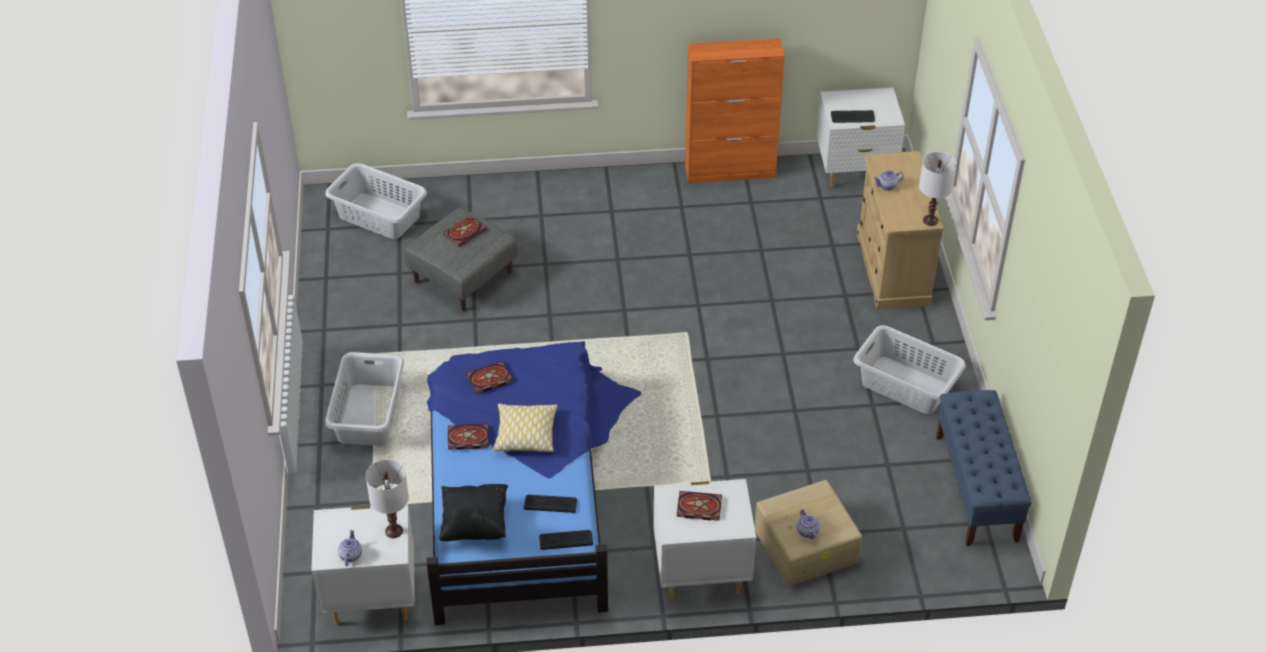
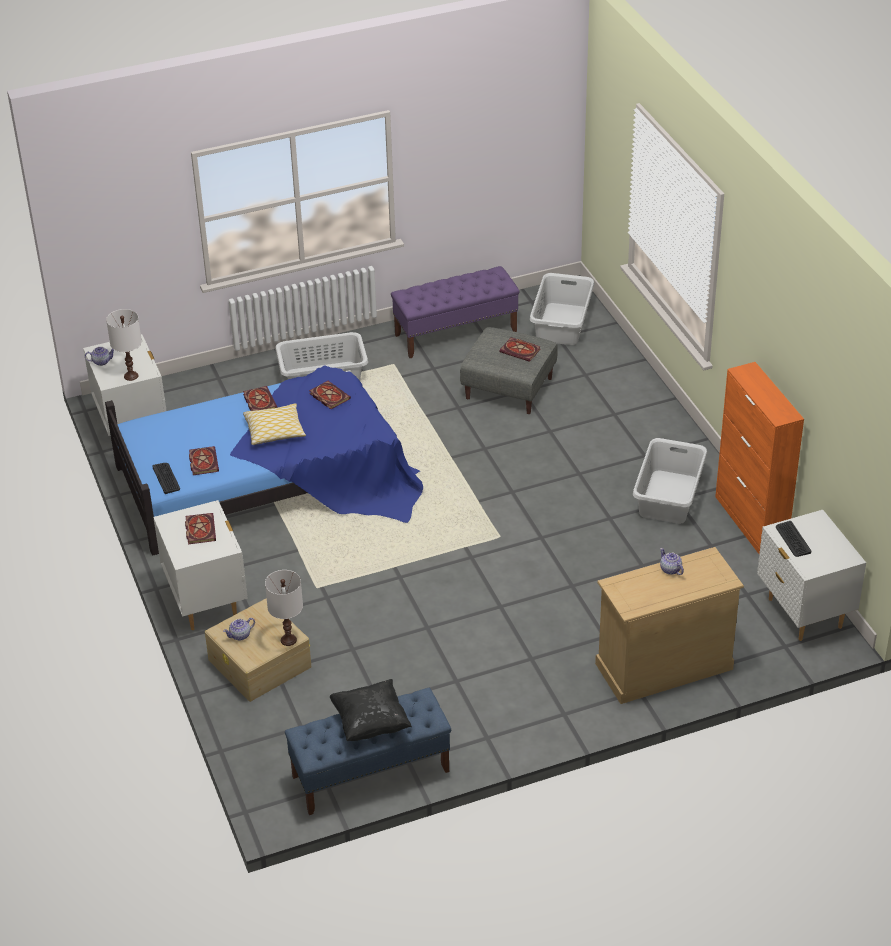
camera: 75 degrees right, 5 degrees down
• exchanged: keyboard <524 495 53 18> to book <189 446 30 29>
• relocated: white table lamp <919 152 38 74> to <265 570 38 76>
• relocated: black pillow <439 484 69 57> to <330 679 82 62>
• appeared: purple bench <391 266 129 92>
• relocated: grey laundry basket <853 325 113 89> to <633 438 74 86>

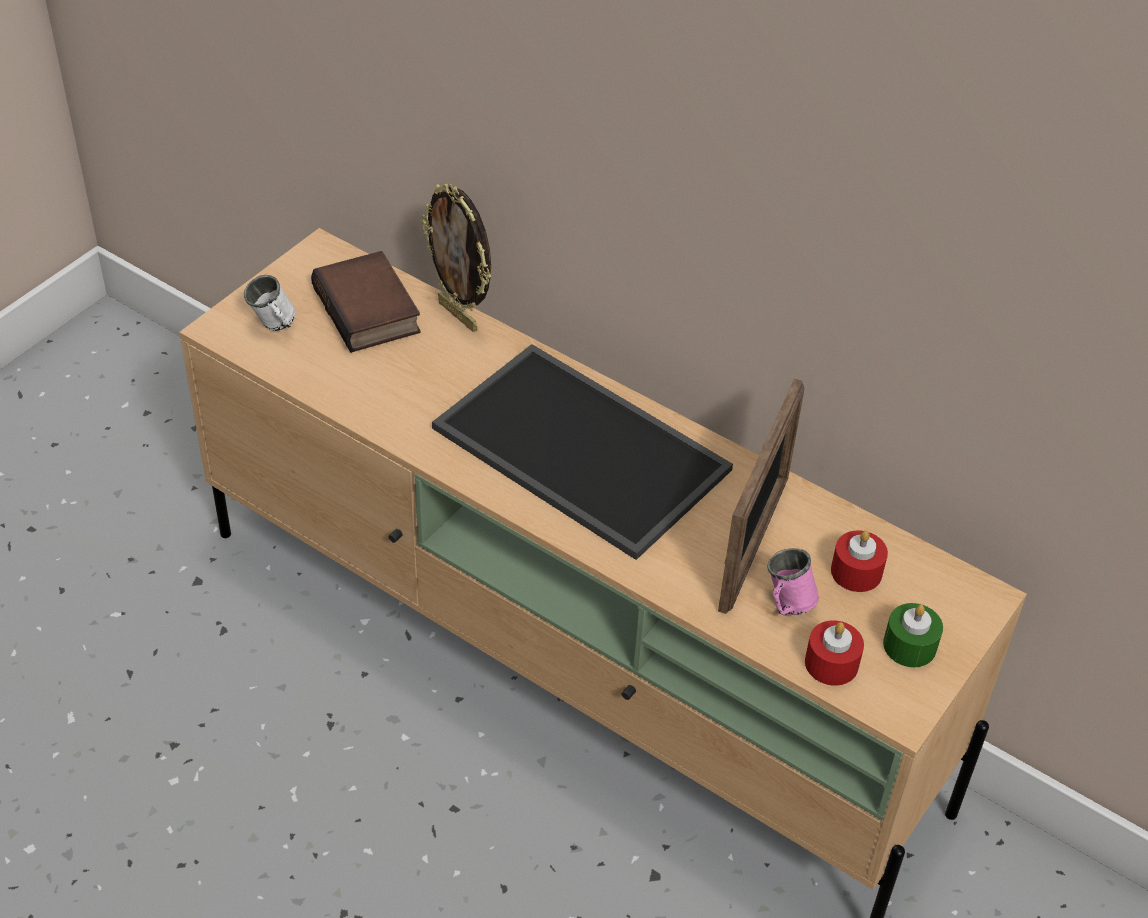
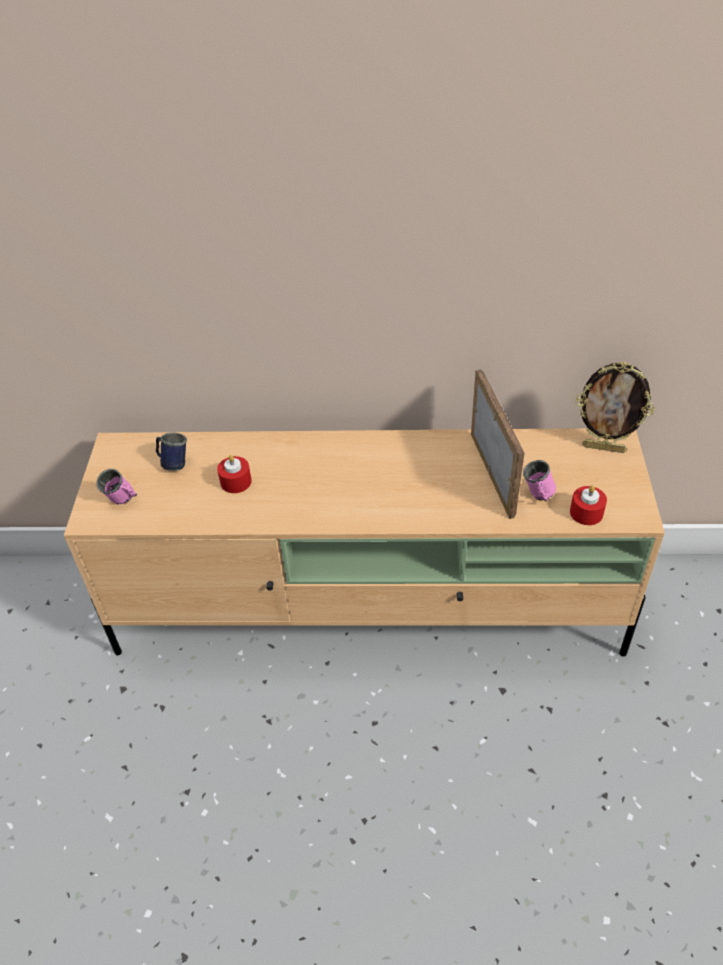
camera: 30 degrees left, 0 degrees up
• colour: white mug <244 275 51 56> to pink mug <96 469 41 36>
• exchanged: book <311 251 110 102> to blue mug <156 432 31 39>
• relocated: red candle <831 530 57 62> to <217 455 35 38>
• relocated: picture frame <421 184 70 148> to <575 362 80 91>
• missing: tray <432 344 301 216>
• missing: green candle <883 603 60 64>

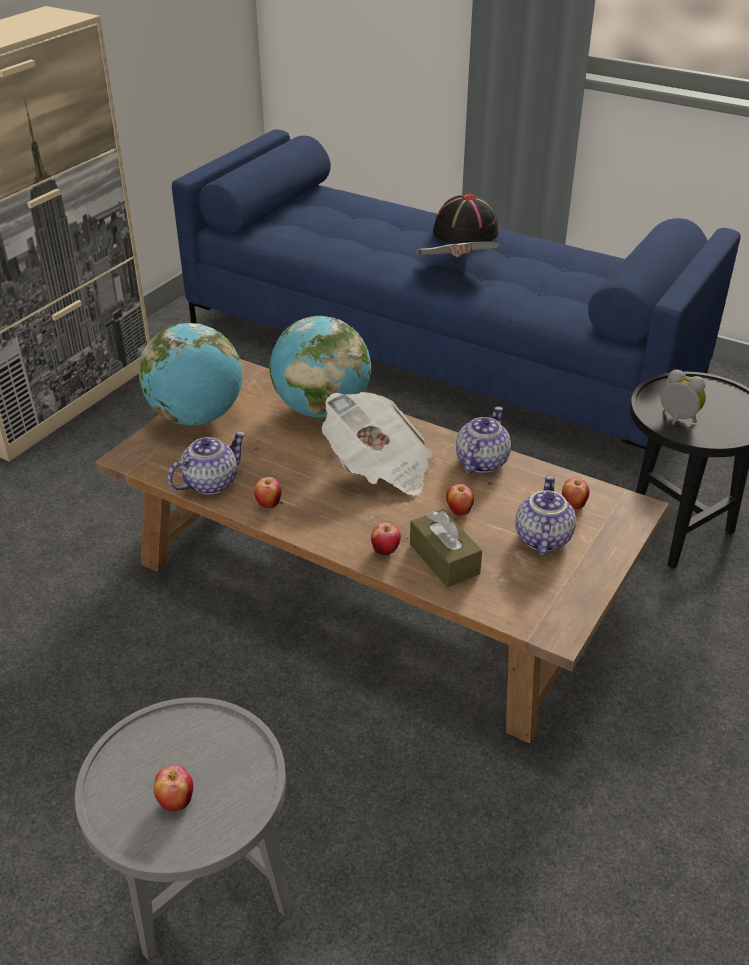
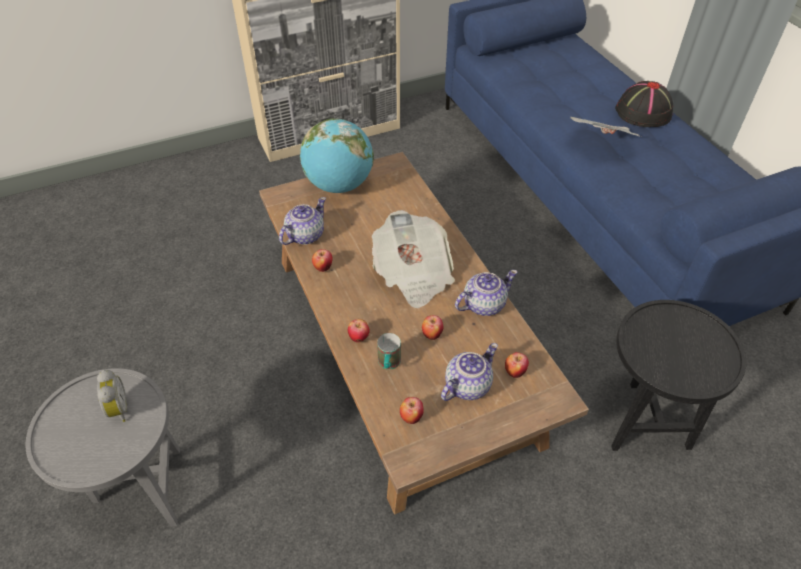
camera: 35 degrees right, 10 degrees up
• relocated: alarm clock <660 369 46 56> to <97 370 30 52>
• spun: teapot <168 431 78 63> = <279 197 47 48> 45 degrees counterclockwise
• exchanged: brown tissue box <410 509 72 78> to mug <377 333 24 37>
• relocated: apple <154 765 39 46> to <400 397 24 27>
• missing: globe <270 316 102 102>

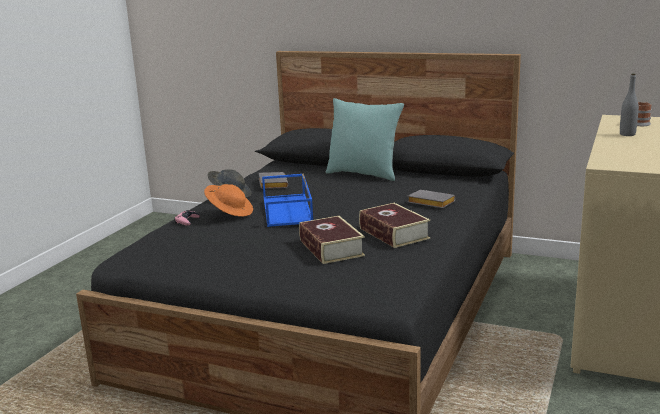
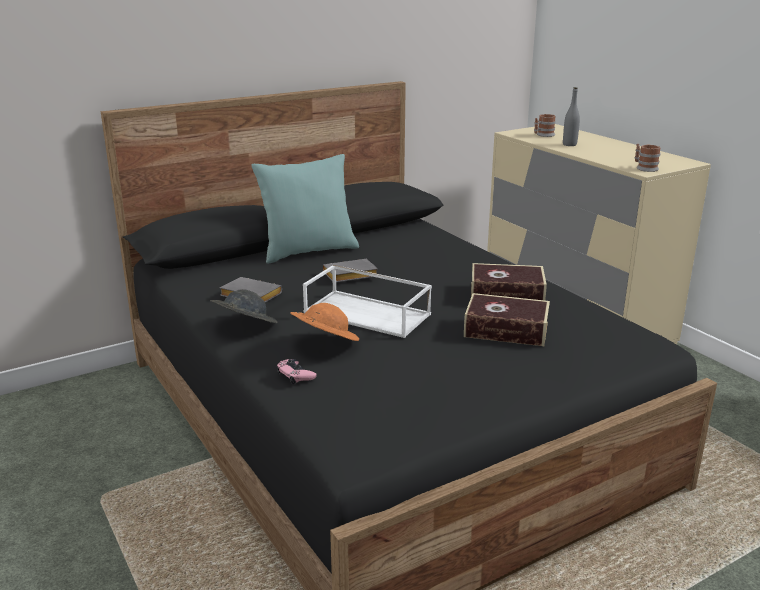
camera: 55 degrees left, 5 degrees up
• colour: blue tray <262 174 51 53> to white tray <303 265 129 73>
• relocated: grey book <408 190 48 18> to <323 259 55 23>
• appeared: mug <634 144 27 28>

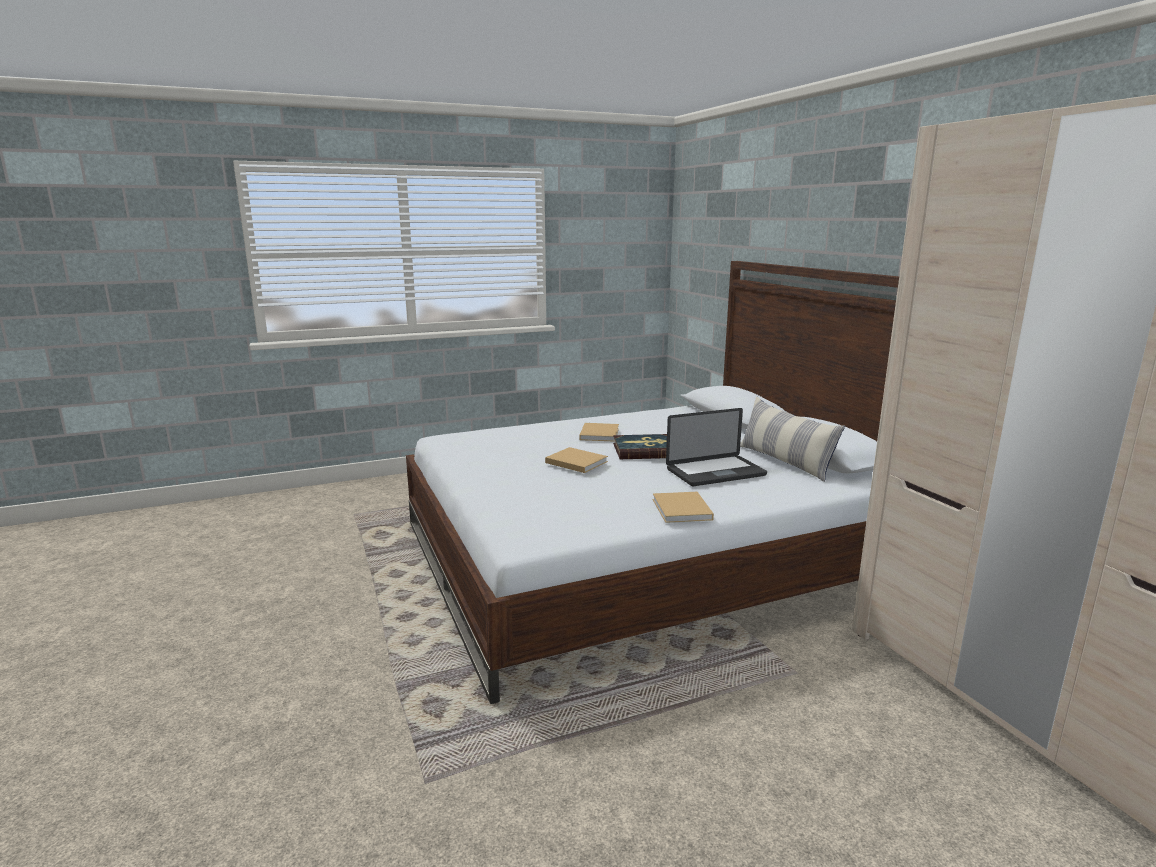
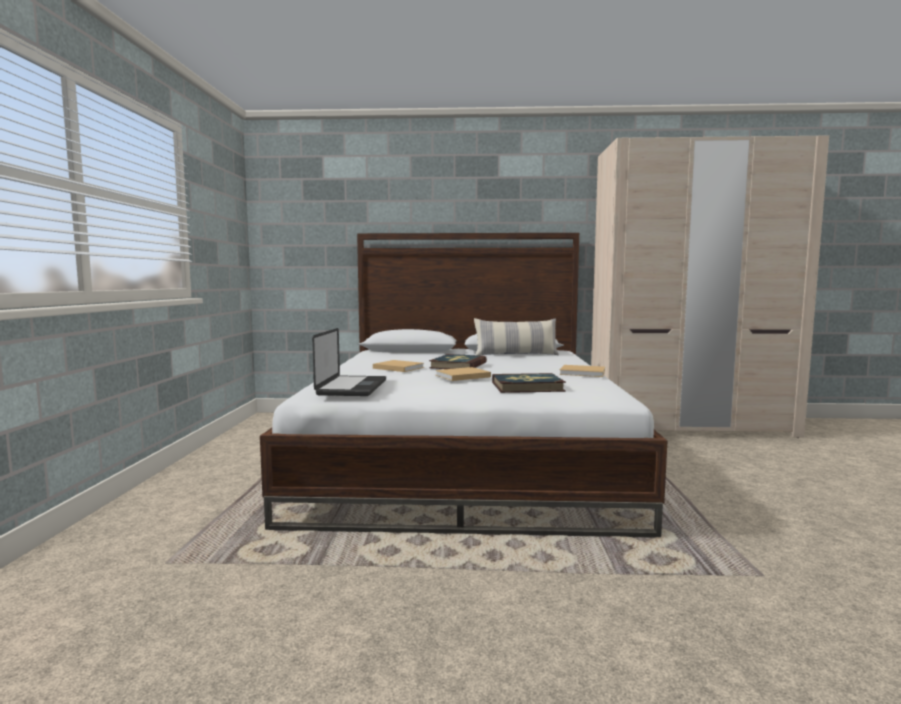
camera: 65 degrees left, 10 degrees down
• relocated: laptop <666 408 101 78> to <312 328 74 68>
• appeared: book <492 373 74 20>

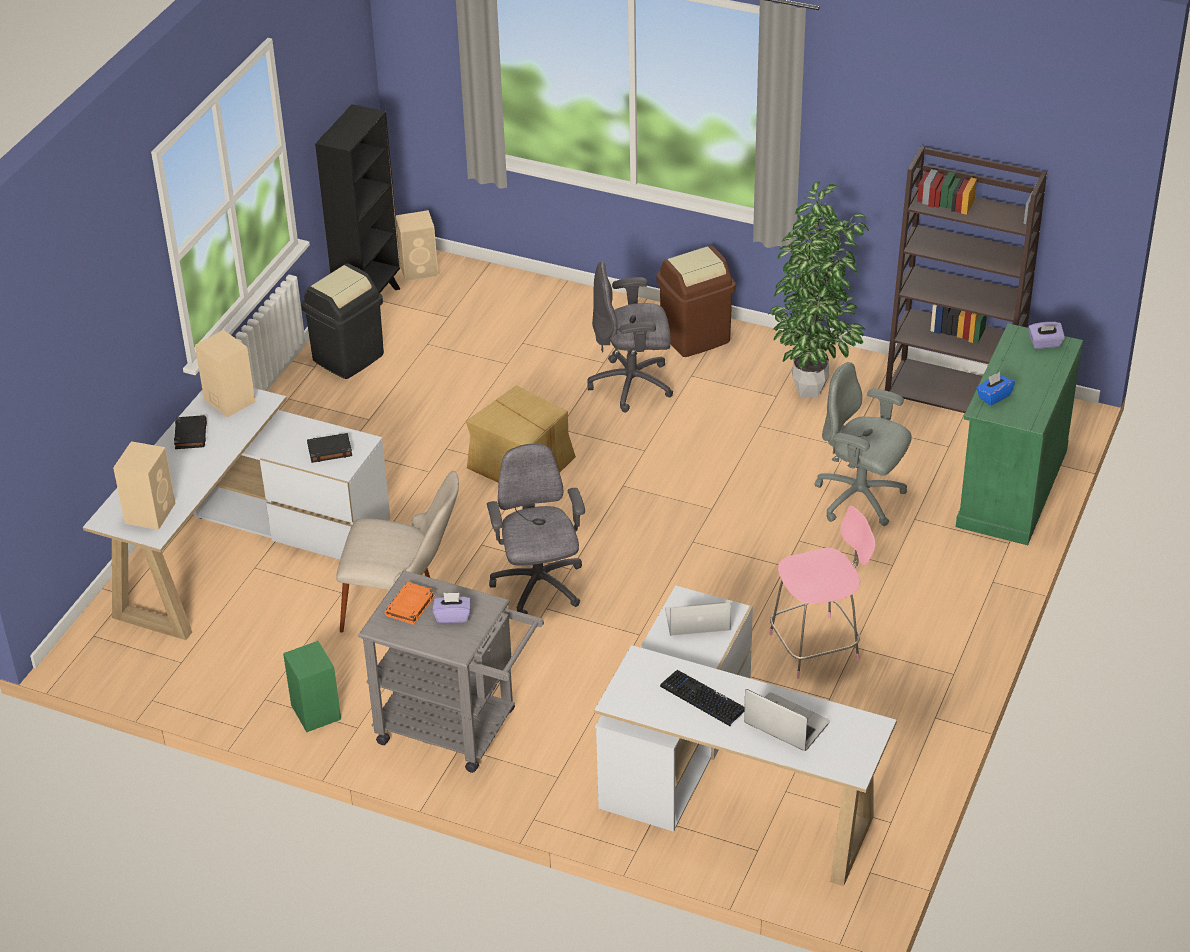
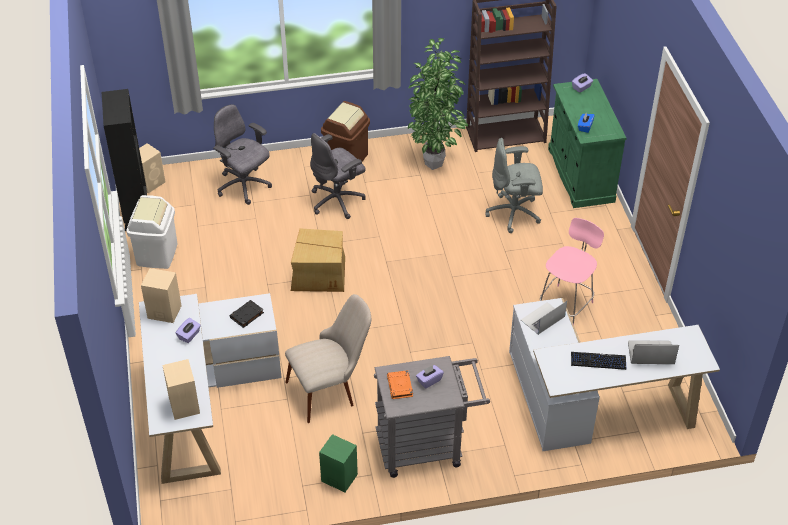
camera: 35 degrees left, 5 degrees up
• colour: black trash can <301 264 83 115> to white trash can <127 195 50 74>
• appeared: purple tissue box <176 318 25 25>
• relocated: grey office chair <487 444 98 170> to <213 104 59 101>
• missing: black book <174 415 33 34>

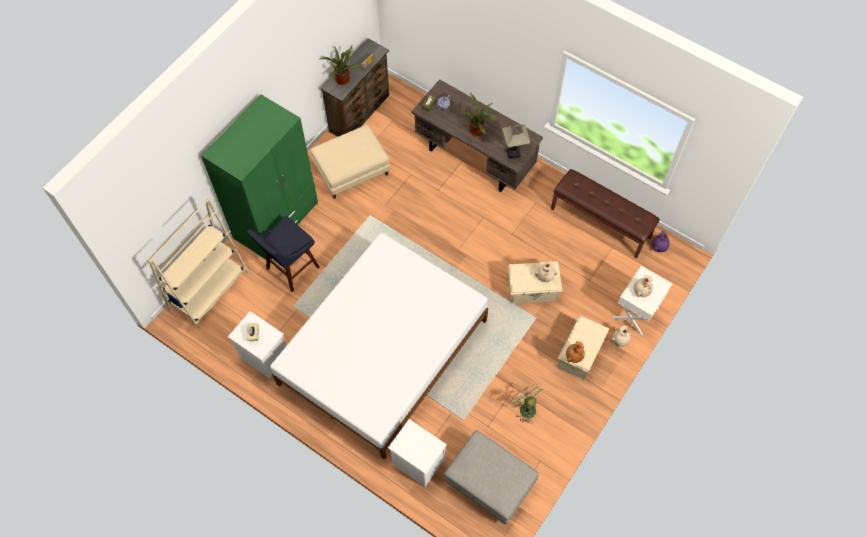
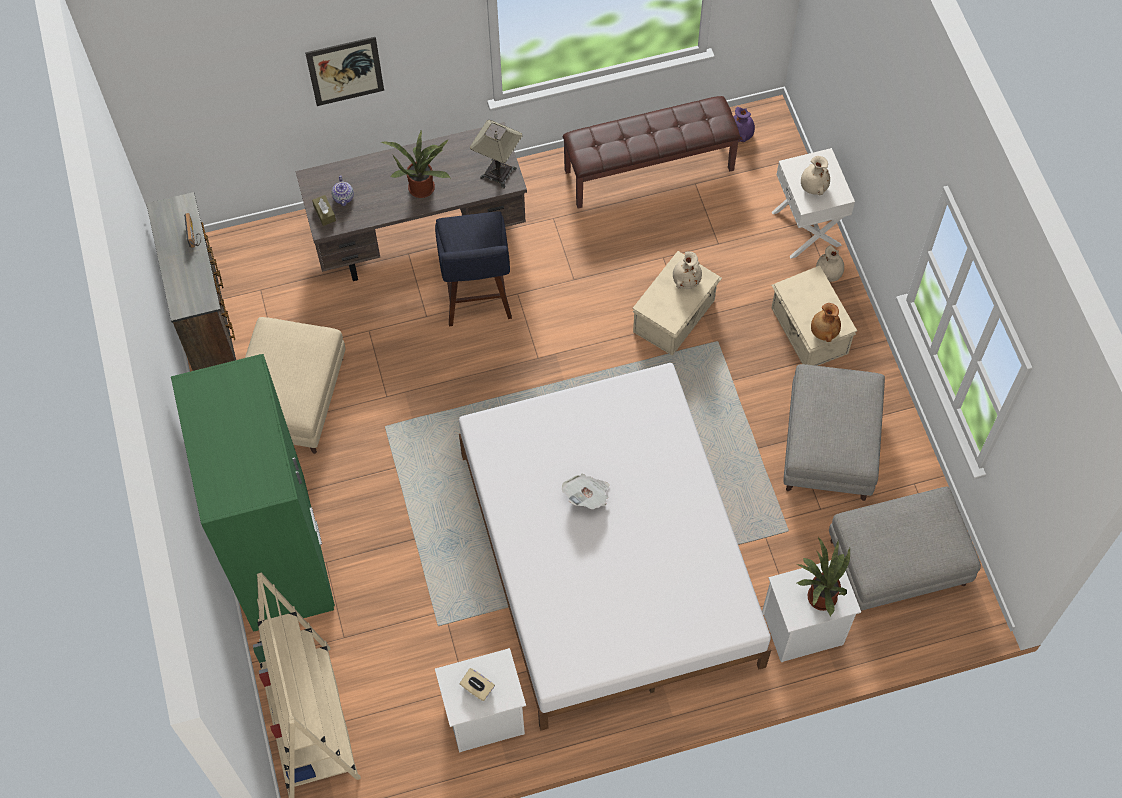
camera: 50 degrees left, 0 degrees up
• appeared: picture <305 36 79 70>
• relocated: blue stool <247 216 73 76> to <435 211 77 115>
• appeared: newspaper <562 474 47 35>
• exchanged: green fan <509 383 35 41> to grey ottoman <783 364 102 137>
• relocated: potted plant <319 45 41 40> to <797 537 53 79>

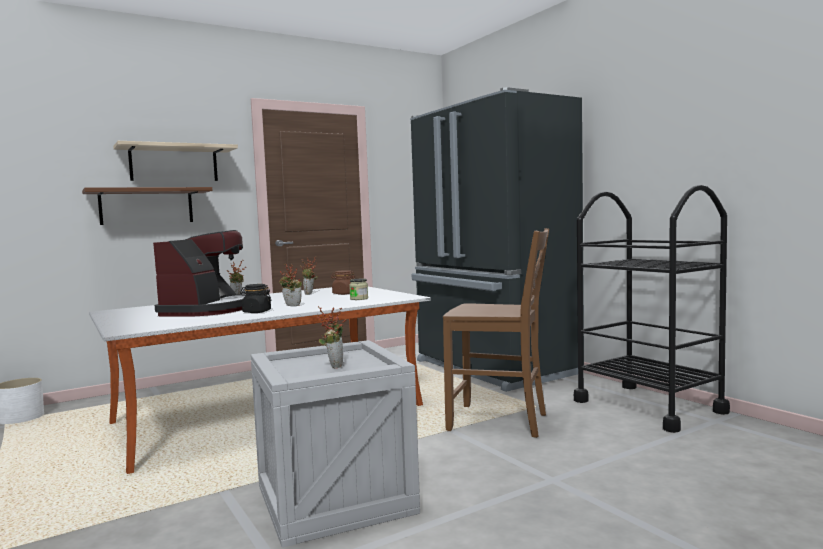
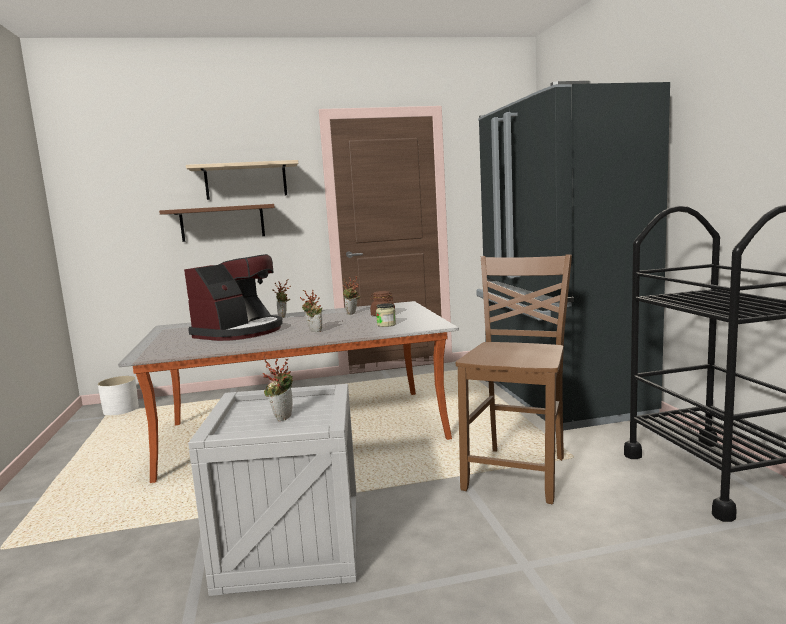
camera: 20 degrees right, 5 degrees up
• spun: brown chair <443 228 106 210> = <456 254 116 250> 105 degrees counterclockwise
• missing: black jar <240 284 32 29>

